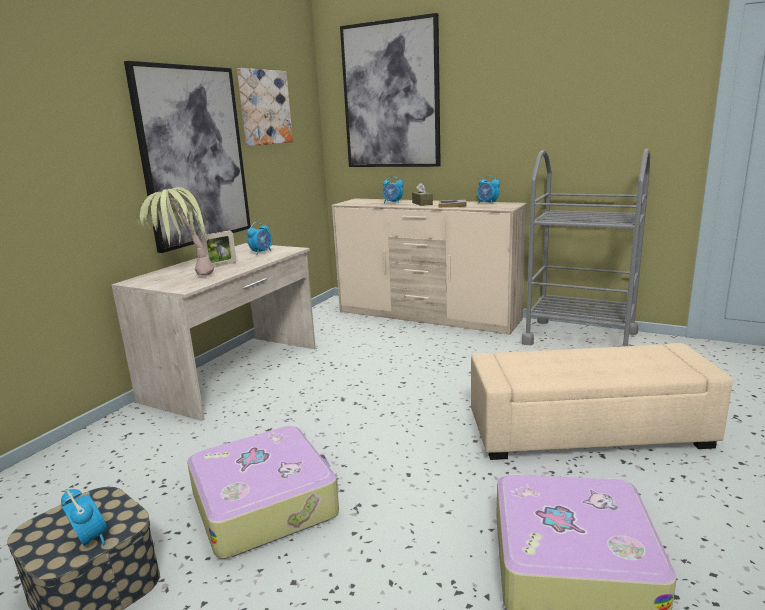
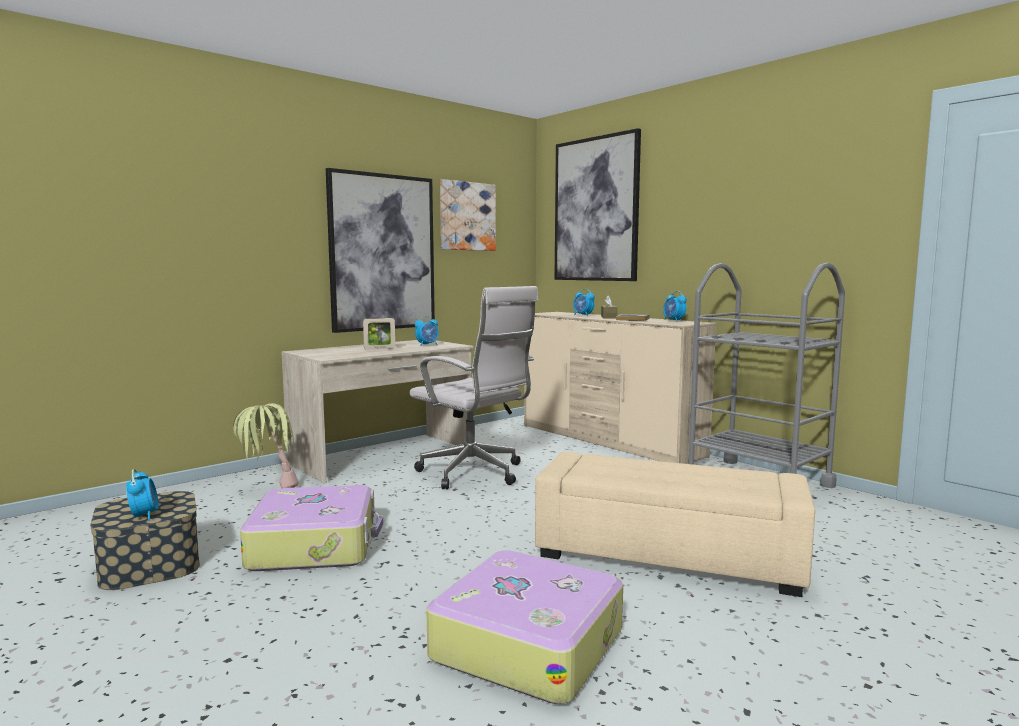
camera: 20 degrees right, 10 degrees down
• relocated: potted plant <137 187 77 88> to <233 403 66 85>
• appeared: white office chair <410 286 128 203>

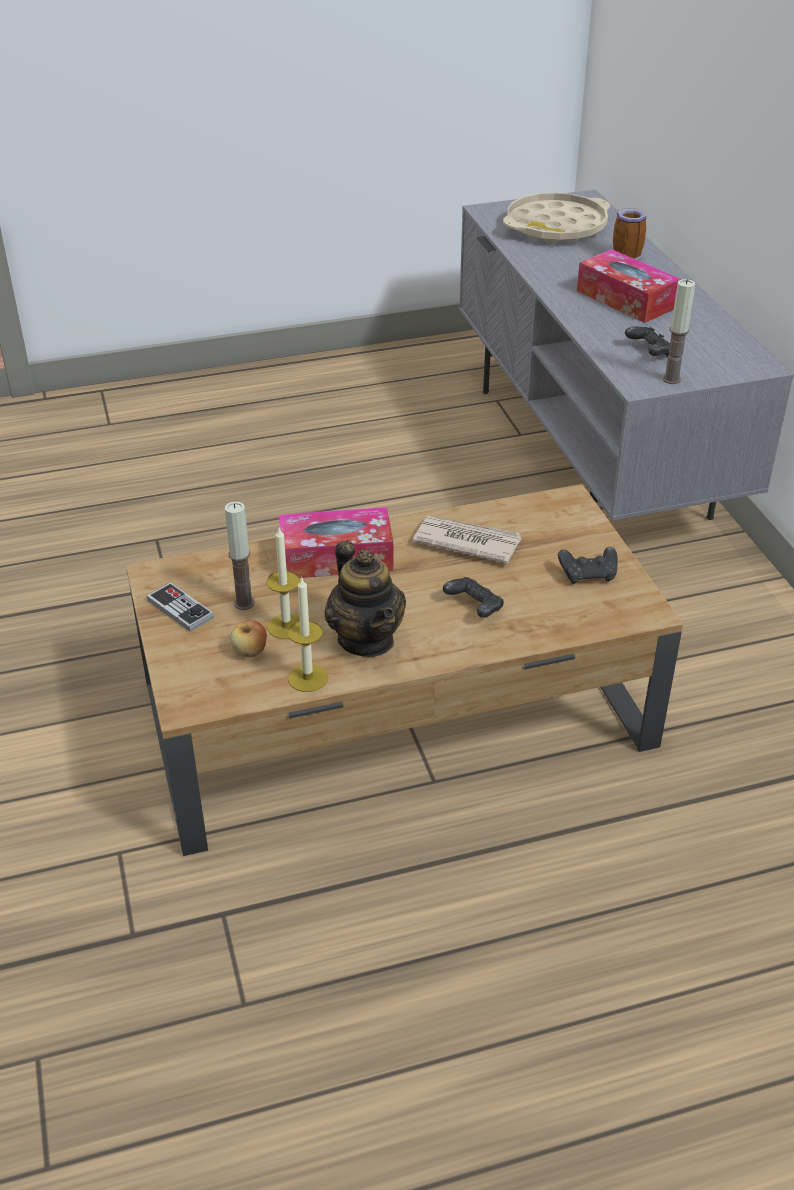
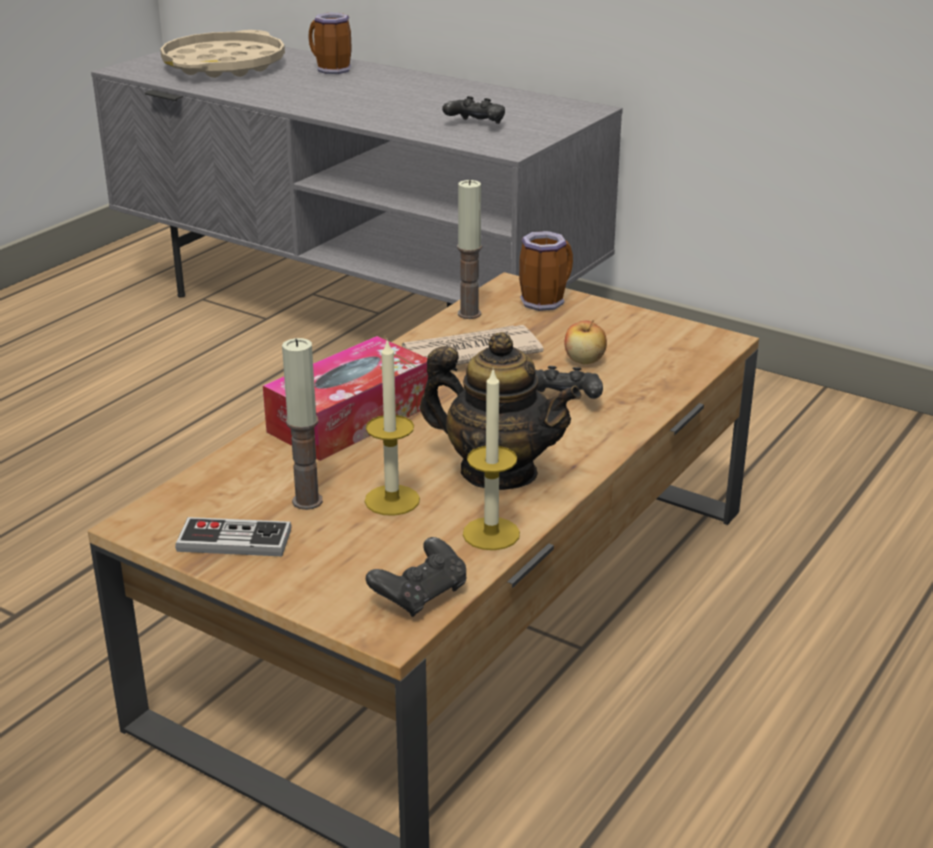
camera: 40 degrees left, 10 degrees down
• relocated: black game controller <558 547 60 37> to <366 537 101 80>
• relocated: candle <662 279 33 105> to <457 179 25 140>
• appeared: mug <519 231 54 80>
• relocated: apple <231 621 36 37> to <565 320 42 44>
• missing: tissue box <577 249 104 74>

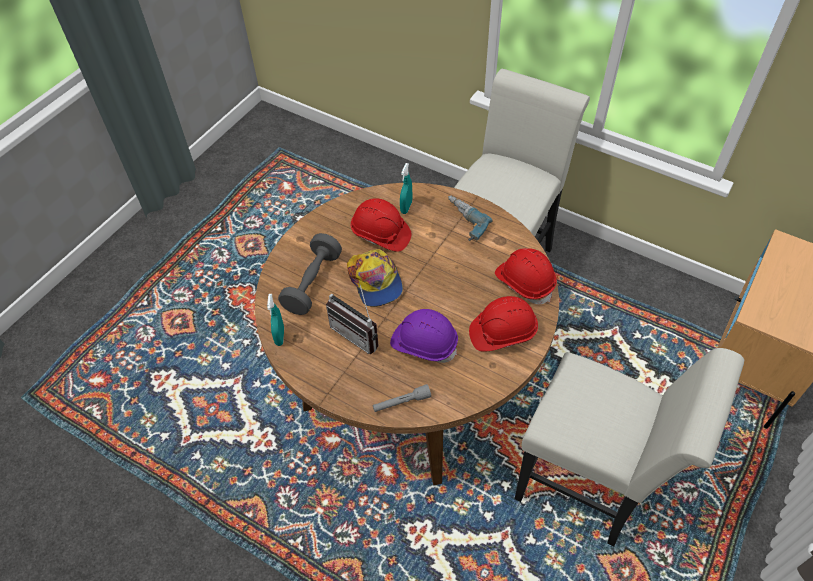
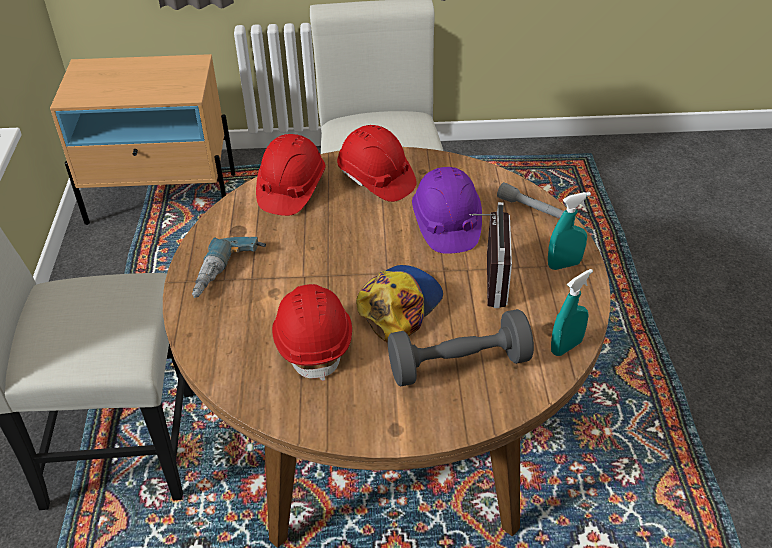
camera: 125 degrees left, 10 degrees down
• relocated: turquoise spray bottle <400 163 12 51> to <548 192 43 78>

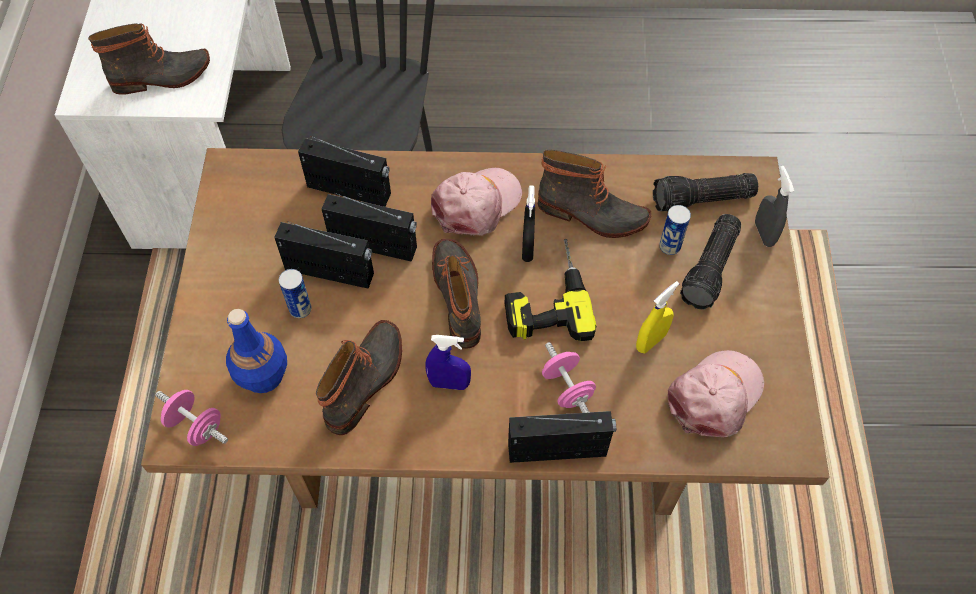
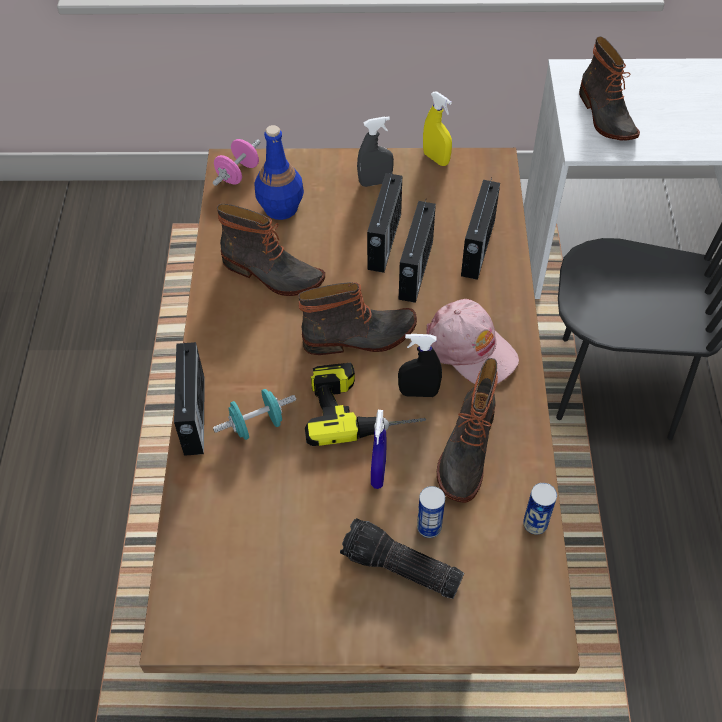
camera: 90 degrees right, 5 degrees down
• colour: pink dumbbell <542 342 54 71> to turquoise dumbbell <213 389 83 51>
• relocated: grey spray bottle <755 166 39 81> to <357 116 37 71>
• relocated: blue spray bottle <425 335 46 55> to <371 410 15 79>
• relocated: yellow spray bottle <636 281 43 72> to <423 92 29 74>
• relocated: can <279 269 33 49> to <523 483 34 52>
• missing: flashlight <653 173 105 39>
• missing: pink cap <668 350 96 87>

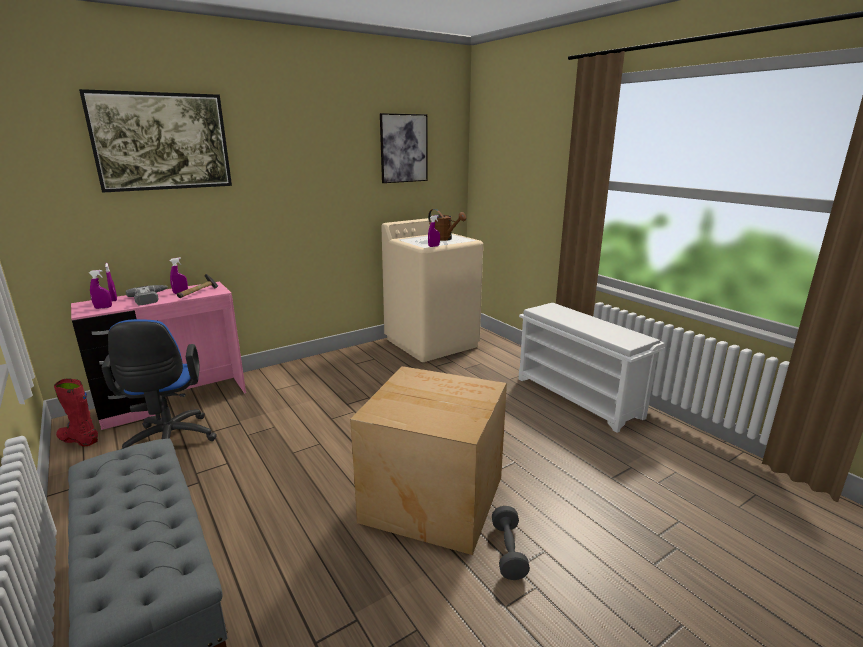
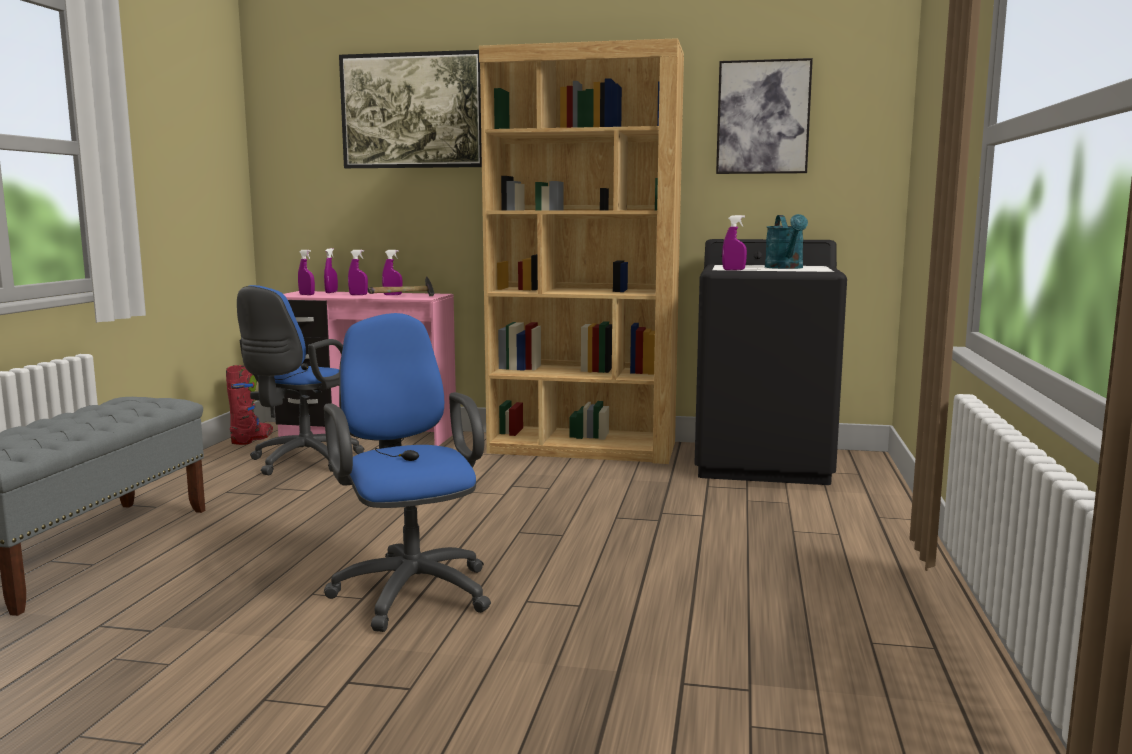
camera: 45 degrees right, 10 degrees down
• spun: red boot <54 378 44 68> = <226 365 47 80> 45 degrees clockwise
• exchanged: cardboard box <350 366 157 189> to blue office chair <324 313 167 319>
• exchanged: power drill <126 285 41 20> to purple spray bottle <348 250 20 45>
• appeared: brown bookcase <479 38 205 426>
• colour: beige washing machine <381 218 102 144> to black washing machine <694 239 153 246>
• colour: brown watering can <428 209 38 32> to turquoise watering can <765 214 43 55>
• missing: grey dumbbell <492 506 38 74>
• missing: white shoe rack <519 303 146 130>

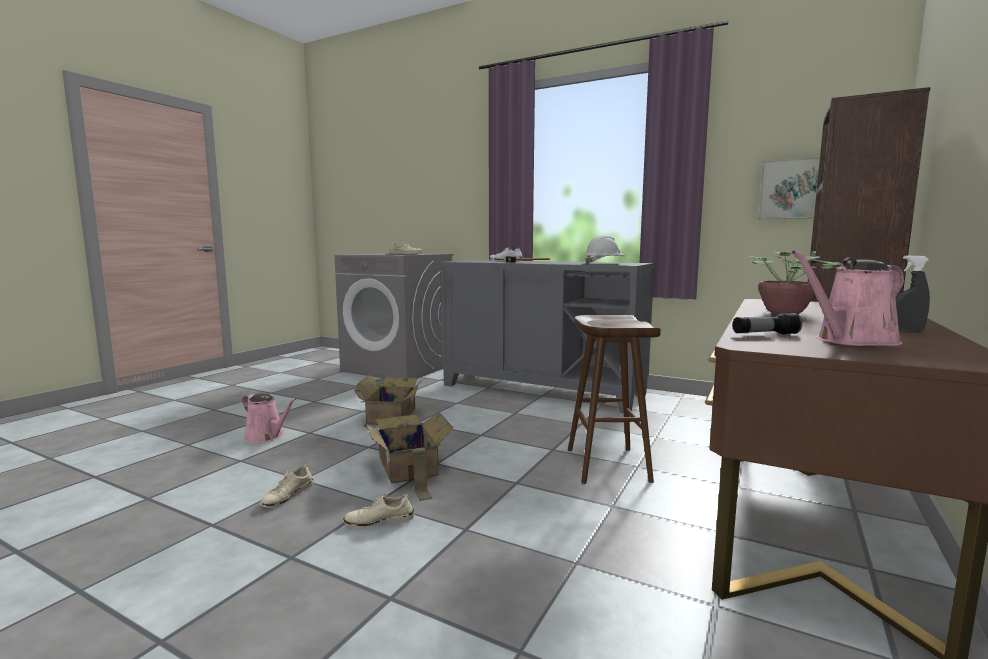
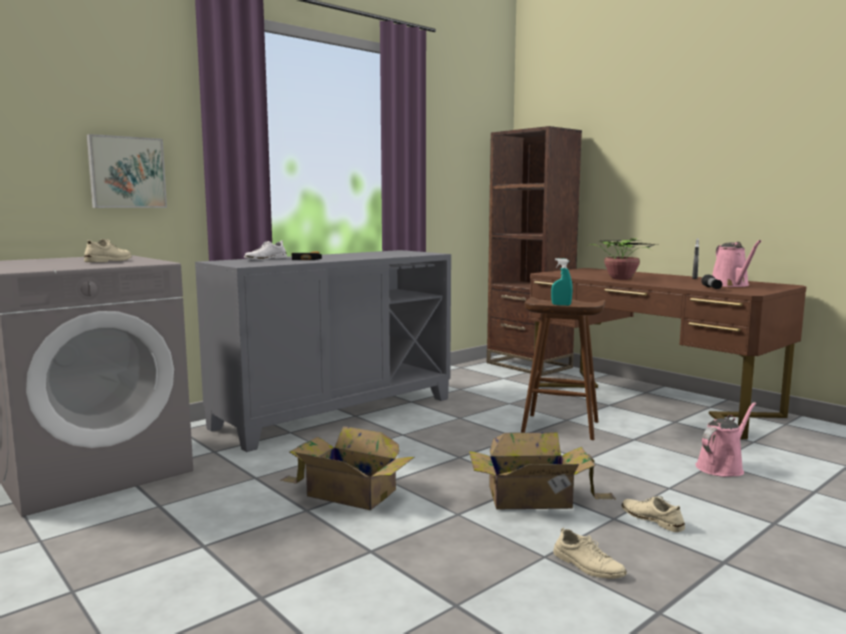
camera: 70 degrees left, 0 degrees up
• relocated: picture <758 157 62 62> to <87 134 80 74>
• appeared: turquoise spray bottle <551 258 21 48>
• spun: beige shoe <343 494 72 33> = <622 496 63 36> 135 degrees clockwise
• relocated: pink watering can <242 393 55 50> to <695 402 61 75>
• missing: white hard hat <585 236 40 28>

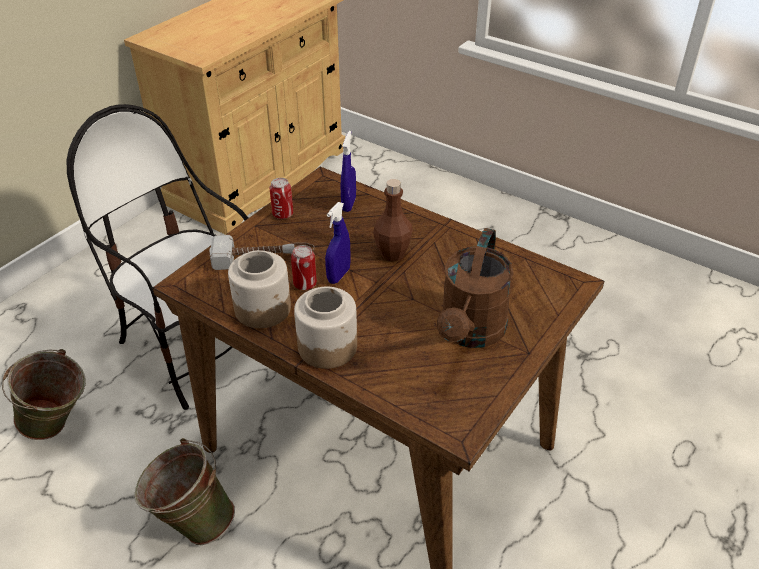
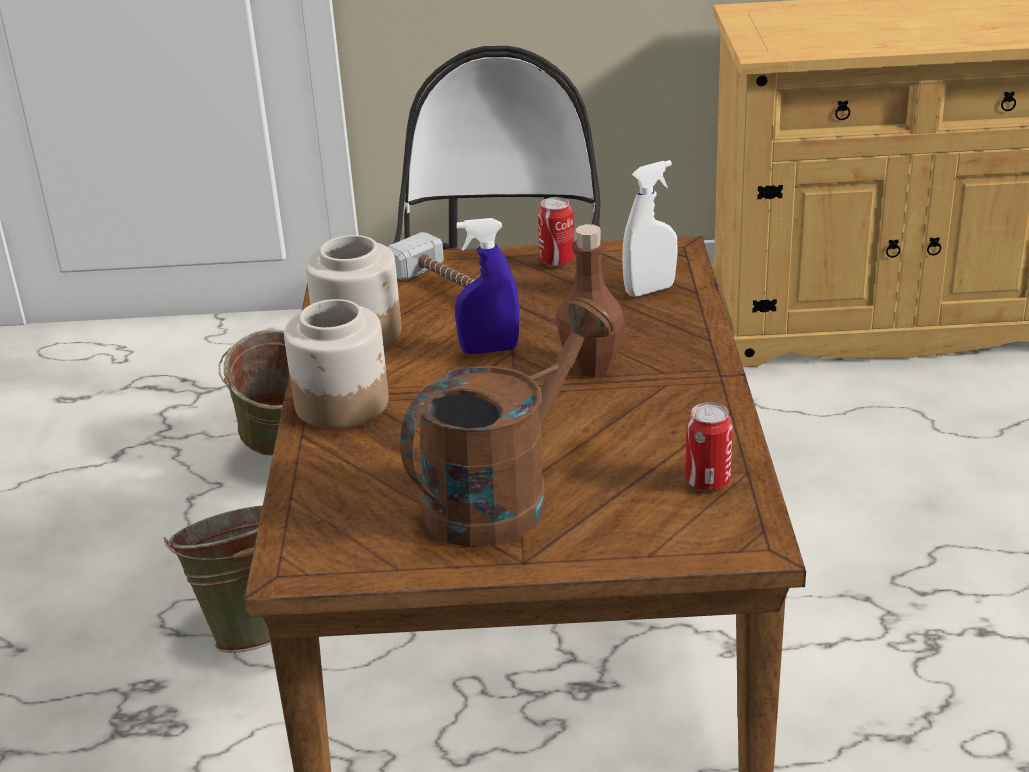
camera: 55 degrees right, 10 degrees down
• spun: brown watering can <437 228 77 120> = <400 297 213 250> 150 degrees clockwise
• colour: blue spray bottle <341 131 15 81> to white spray bottle <622 160 56 137>
• relocated: can <291 245 26 45> to <685 403 48 88>

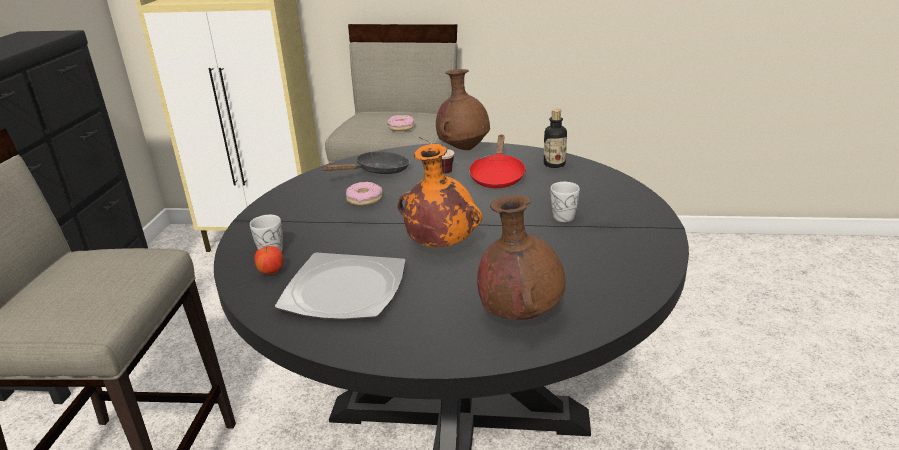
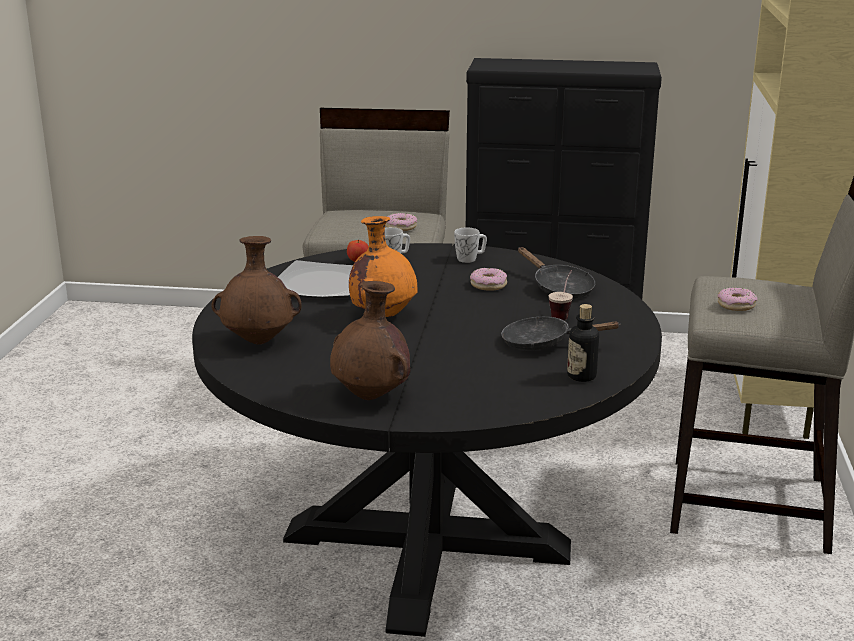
camera: 90 degrees right, 5 degrees down
• relocated: brown vase <436 69 54 81> to <330 281 80 119>
• appeared: donut <386 213 31 18>
• relocated: white mug <550 182 30 40> to <454 228 33 35>
• colour: red frying pan <468 134 58 54> to black frying pan <501 316 120 34>

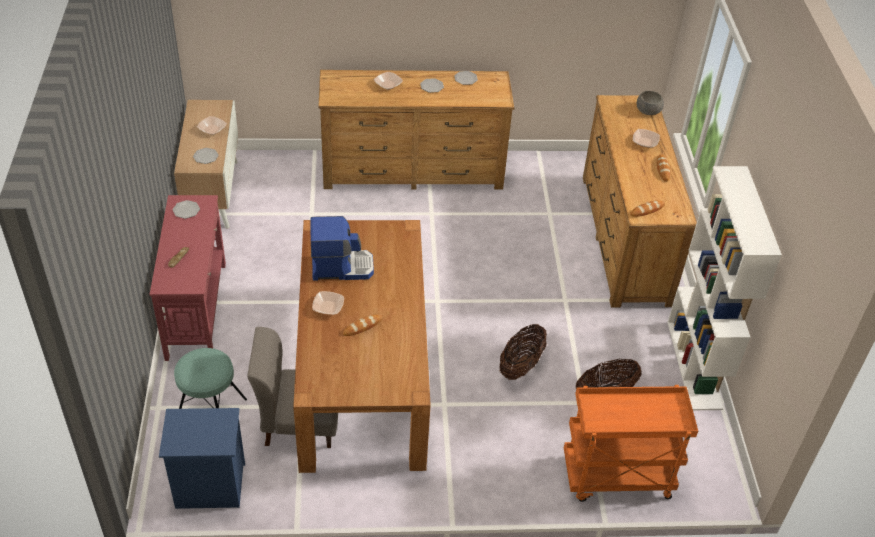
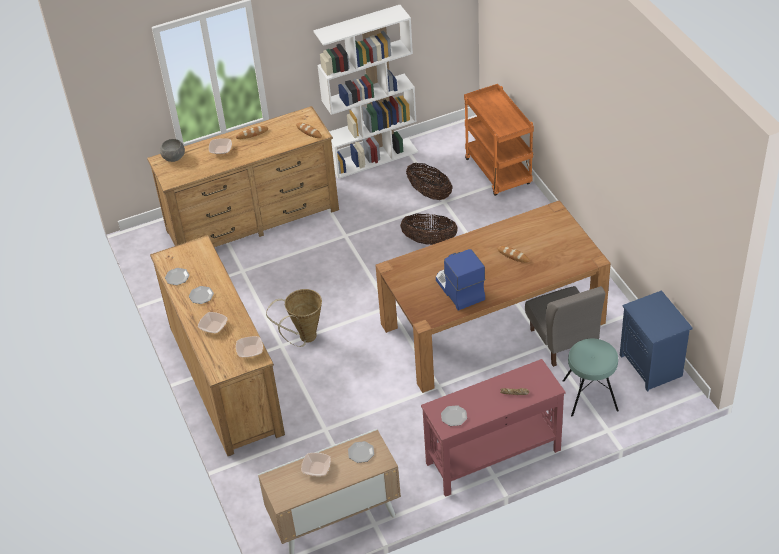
camera: 105 degrees left, 0 degrees up
• relocated: bowl <312 291 32 24> to <236 336 27 21>
• appeared: basket <266 289 56 58>

